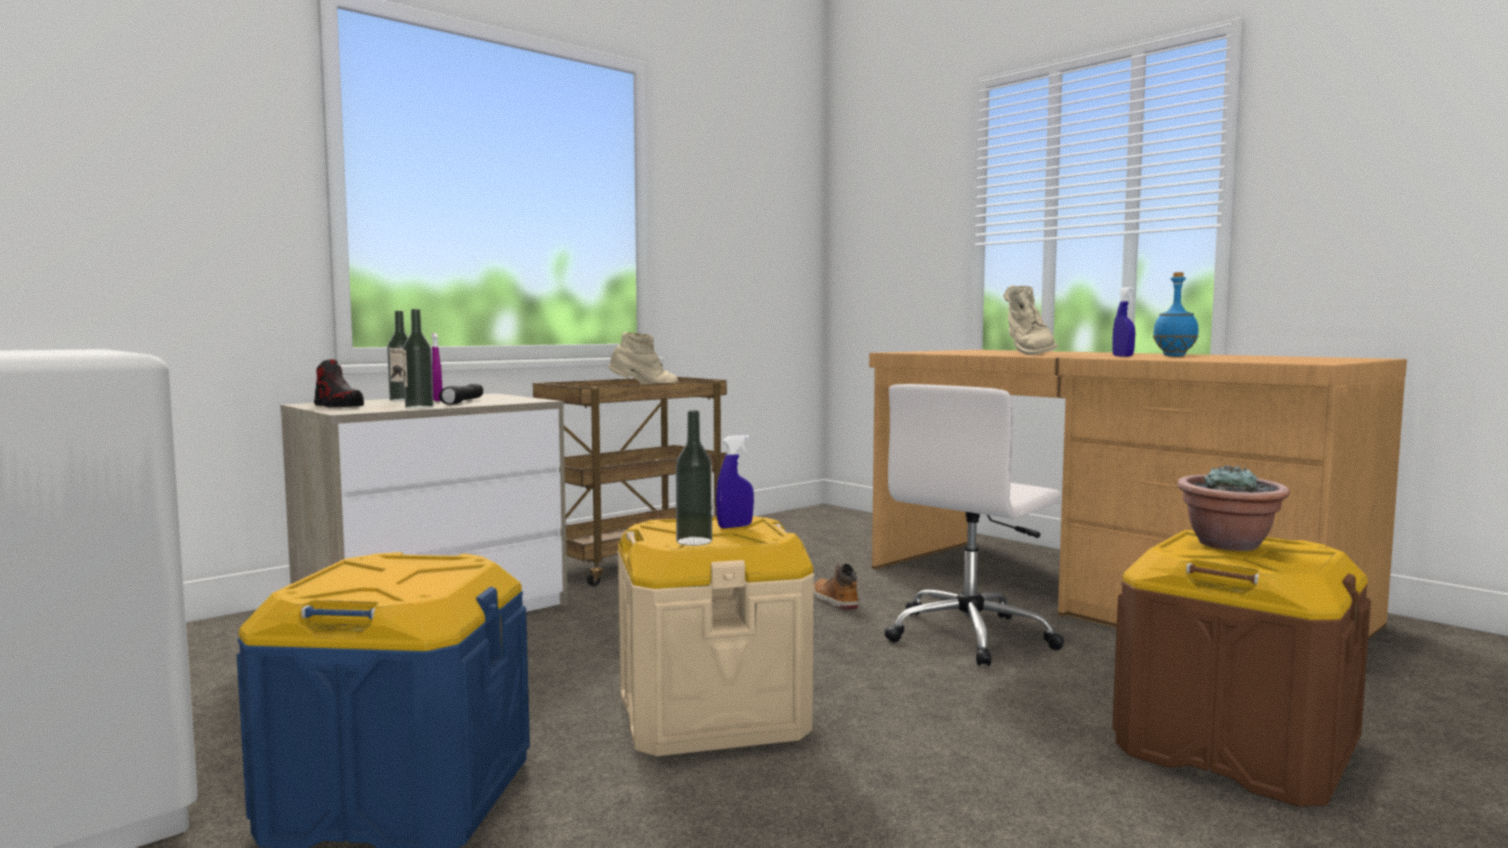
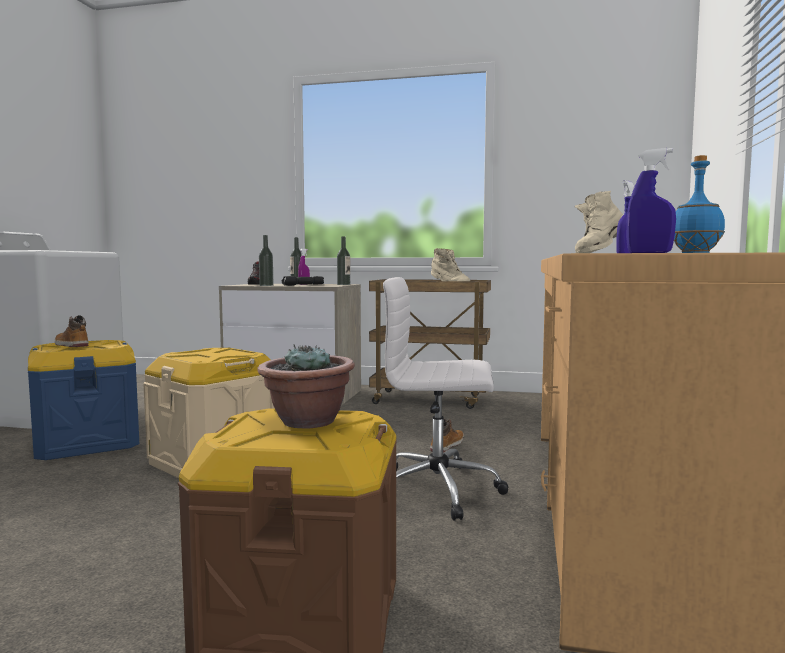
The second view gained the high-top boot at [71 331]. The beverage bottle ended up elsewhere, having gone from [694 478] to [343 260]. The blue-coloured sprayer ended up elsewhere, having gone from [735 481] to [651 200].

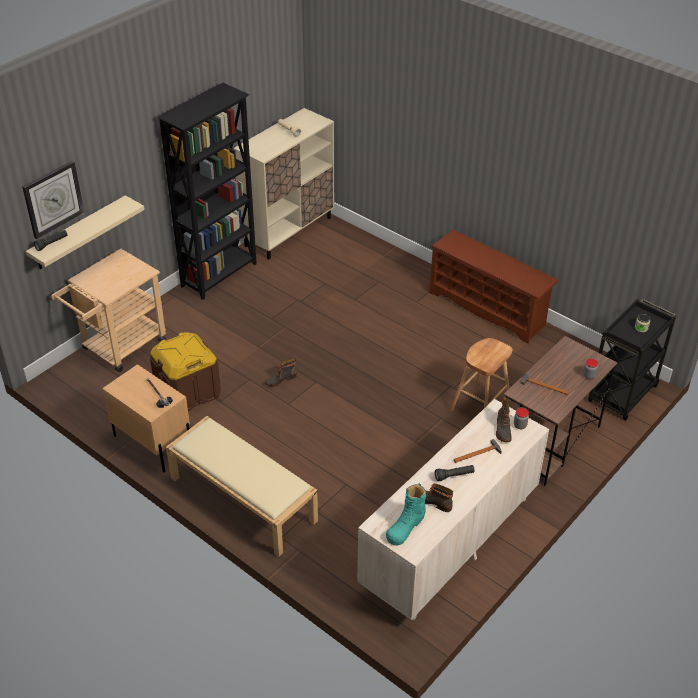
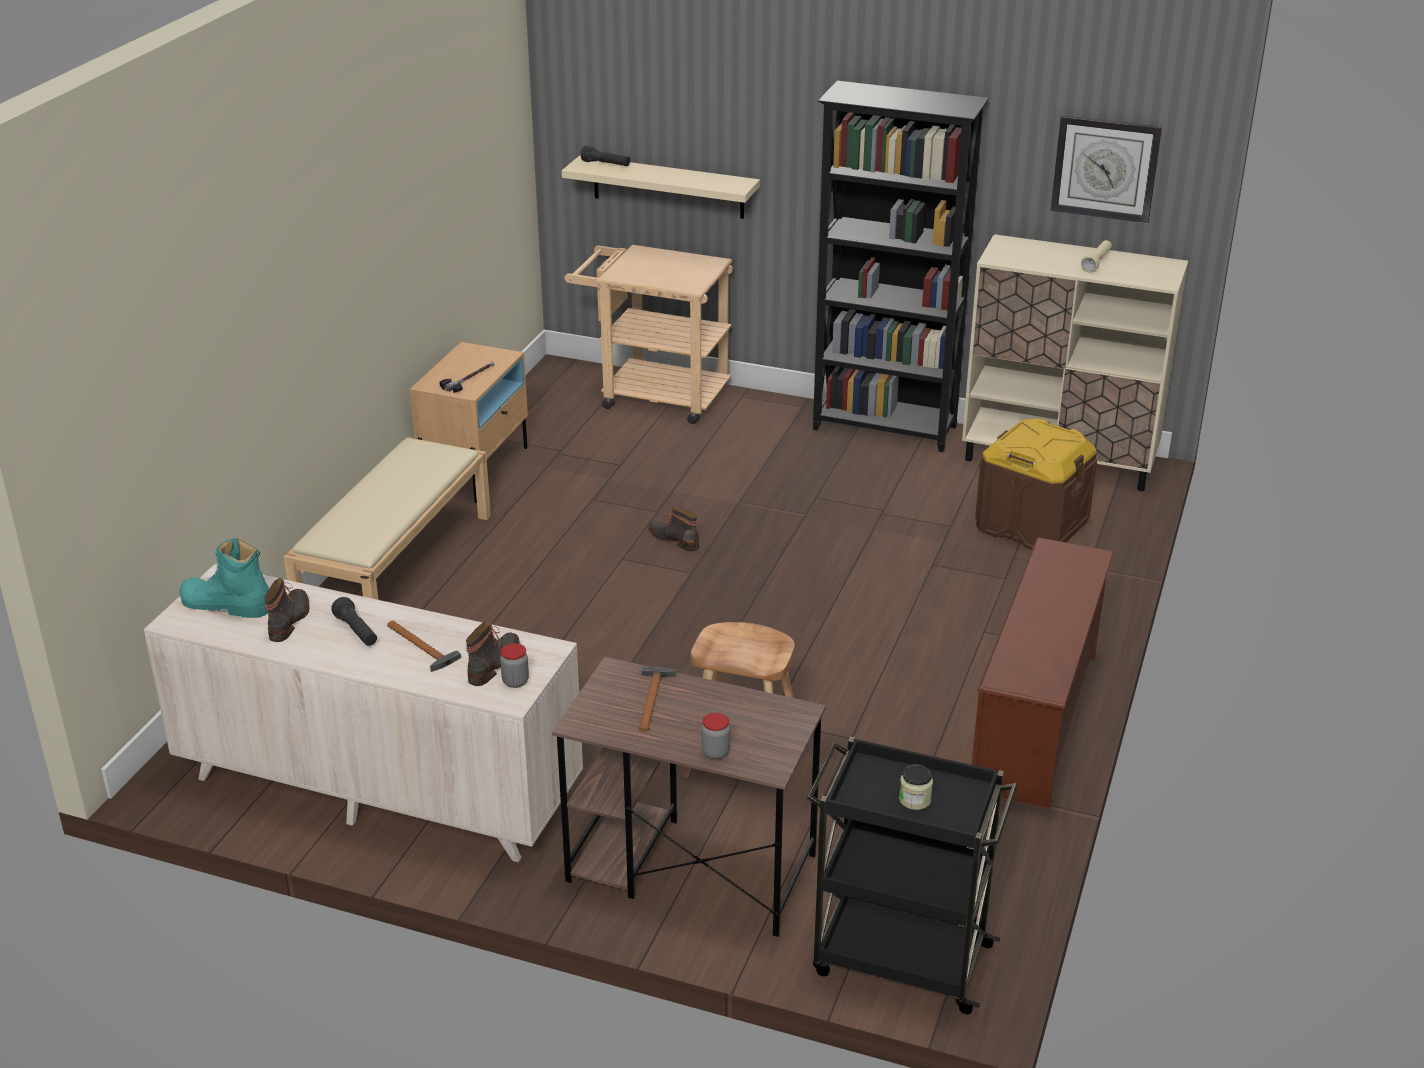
The high-top boot at [504 419] ended up facing another way, 135 degrees clockwise from before. The brown storage container ended up elsewhere, having gone from [185 371] to [1036 484]. The hanging clock ended up elsewhere, having gone from [53 200] to [1106 169].

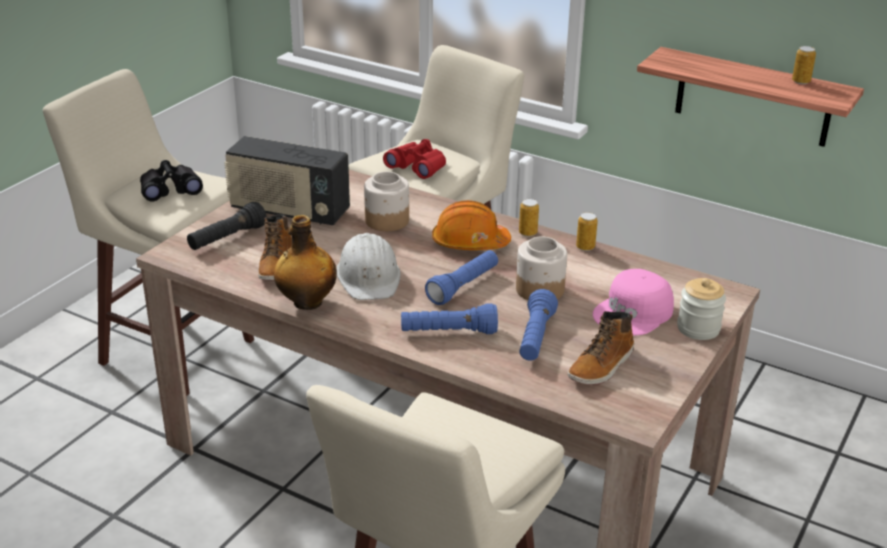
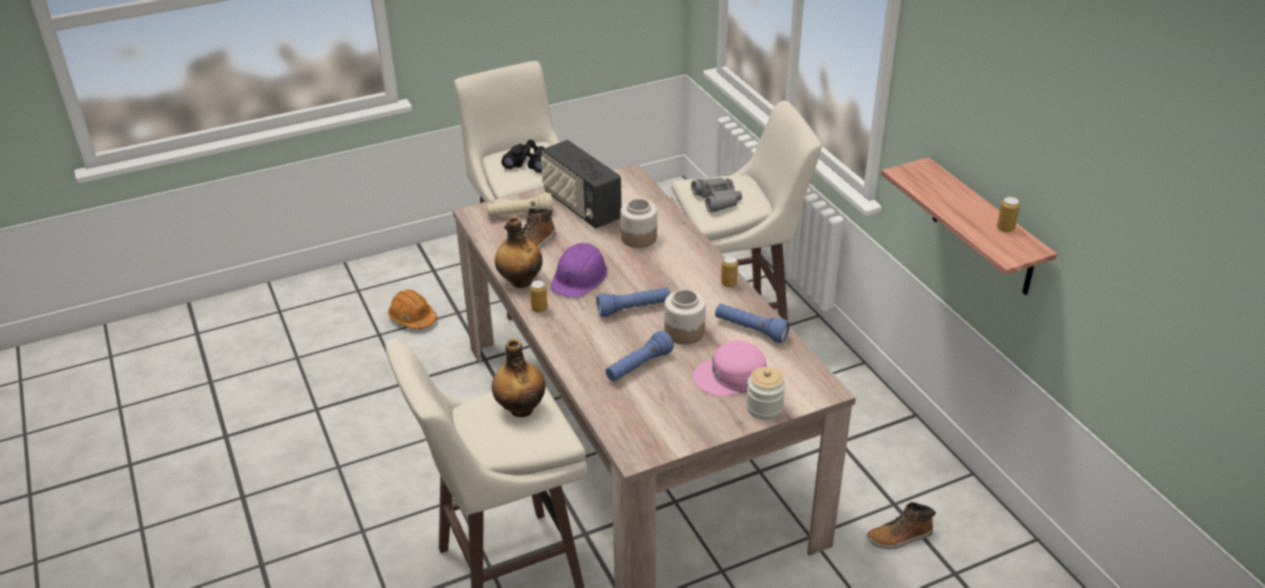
The orange work helmet ended up elsewhere, having gone from [471 225] to [412 309]. What was the black hand torch at [227 226] turned into the beige hand torch at [520 204]. The second view gained the beverage bottle at [518 378]. The can ended up elsewhere, having gone from [587 231] to [539 296]. What was the white-coloured work helmet at [368 266] turned into the purple-coloured work helmet at [579 270]. What was the red pair of binoculars at [414 159] turned into the gray pair of binoculars at [716 195]. The blue-coloured hand torch ended up elsewhere, having gone from [449 318] to [752 323]. The high-top boot ended up elsewhere, having gone from [601 348] to [901 525].

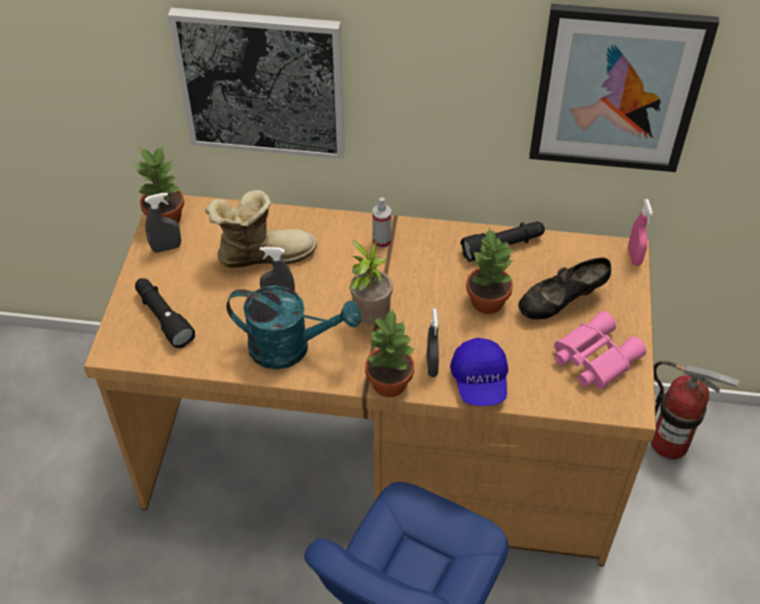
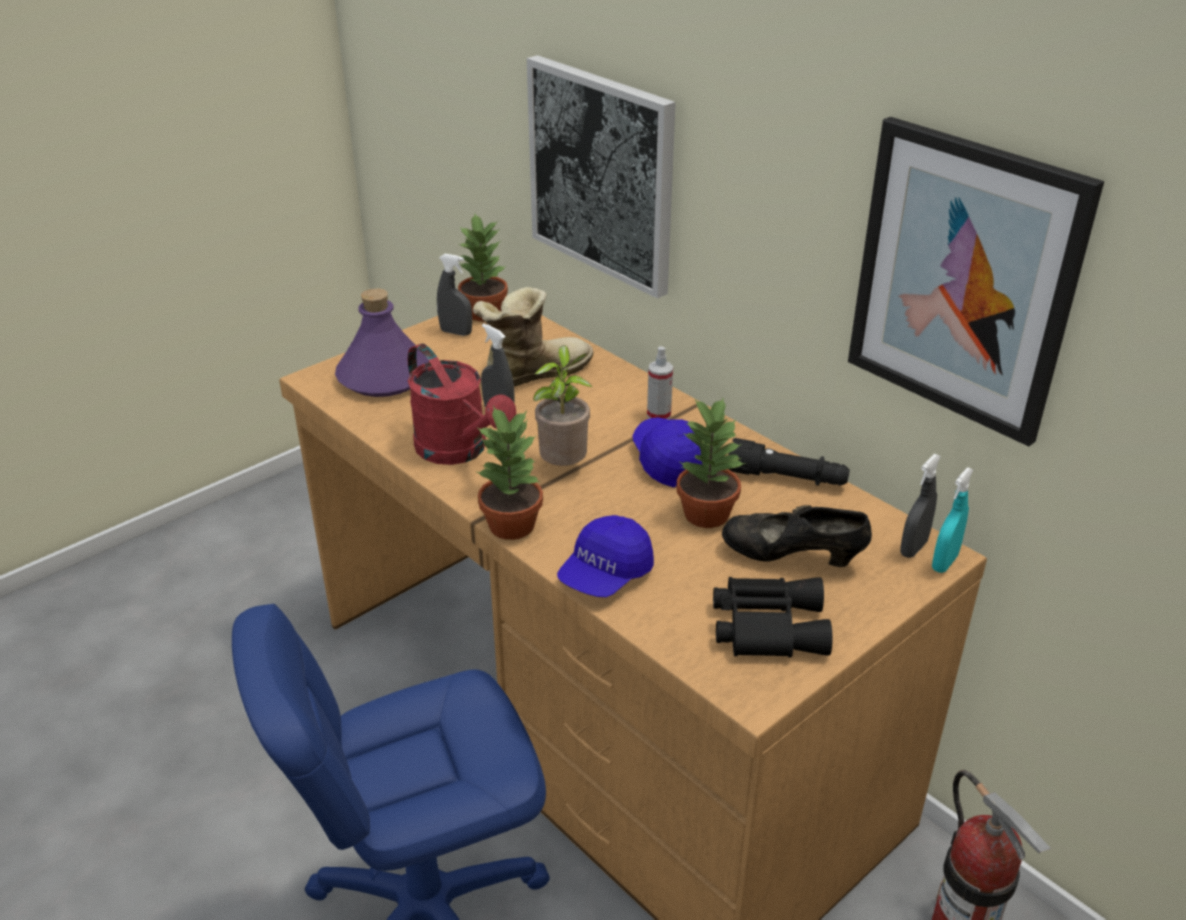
Where the black hand torch stood at [165 313], the purple-coloured beverage bottle came to stand at [382 342]. What was the blue-green watering pot at [293 327] turned into the red watering pot at [462 404]. The high-top boot at [261 229] ended up facing another way, 60 degrees counterclockwise from before. The second view gained the blue-coloured baseball cap at [668 452]. What was the pinkish pair of binoculars at [600 350] turned into the black pair of binoculars at [773 617]. The gray sprayer ended up elsewhere, having gone from [433 343] to [920 506]. What was the pinkish sprayer at [640 232] turned into the blue-green sprayer at [952 520].

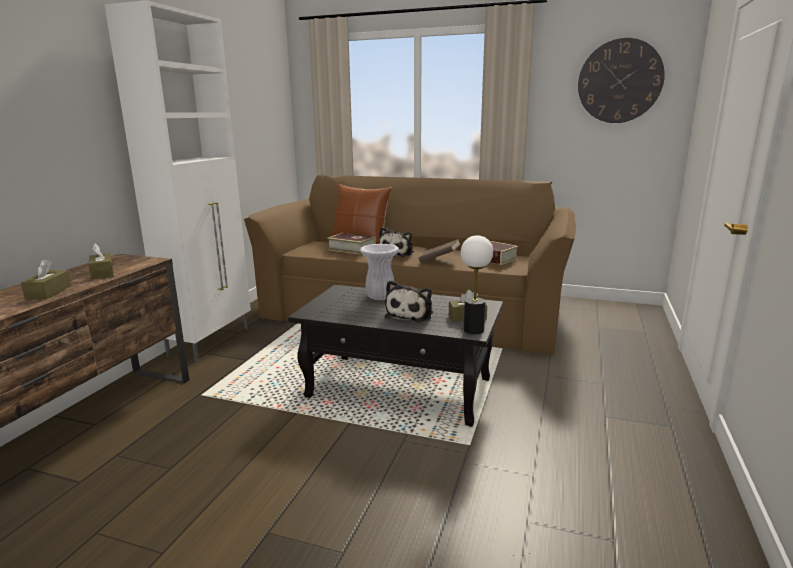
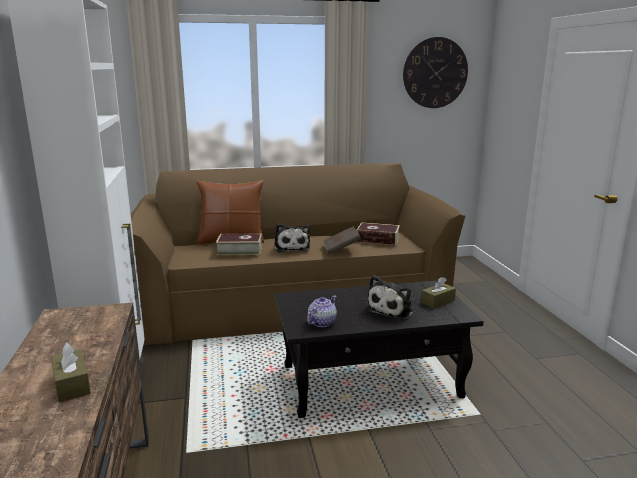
The second view gained the tea pot at [322 311]. The cuddly toy at [409 301] ended up facing another way, 45 degrees clockwise from before. The second view lost the brown box of tissues at [100 261]. The second view lost the white-coloured flower vase at [379 272]. The second view lost the lamp for a table at [477 284].

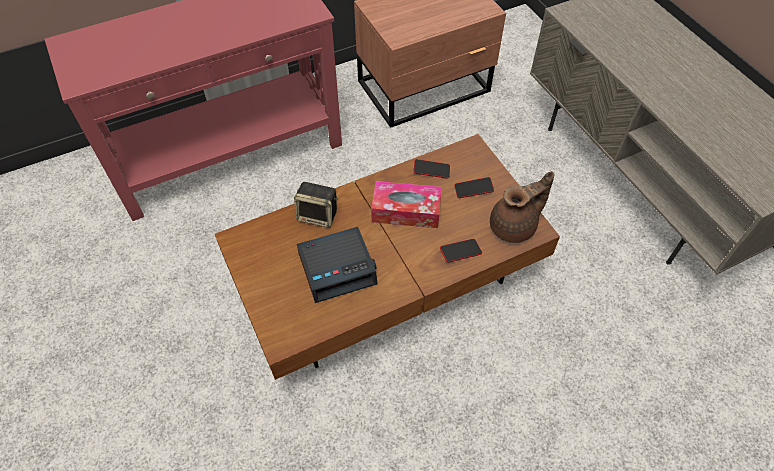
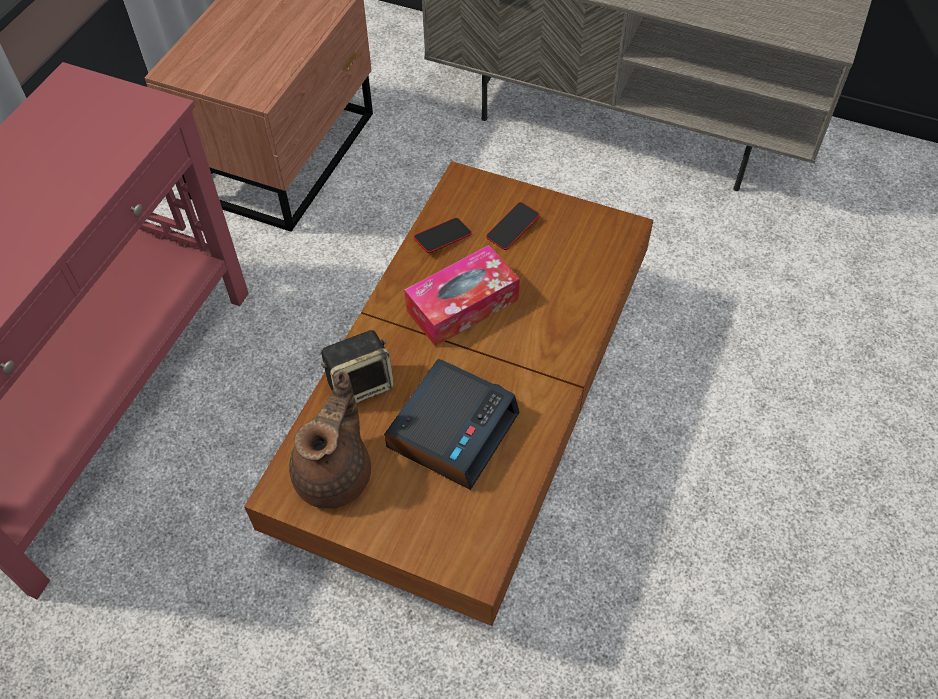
The brown tea pot ended up elsewhere, having gone from [522 207] to [330 440]. The second view lost the telephone at [461 250].

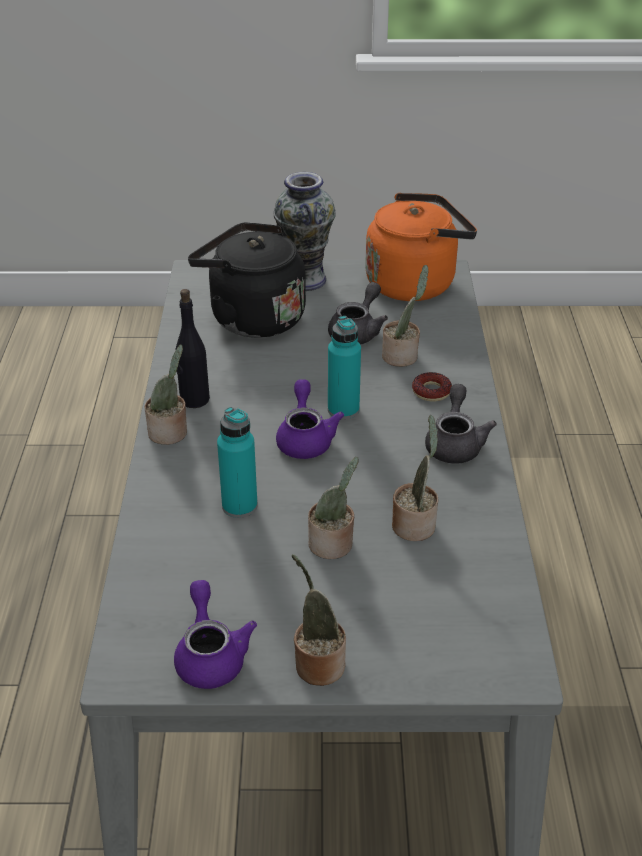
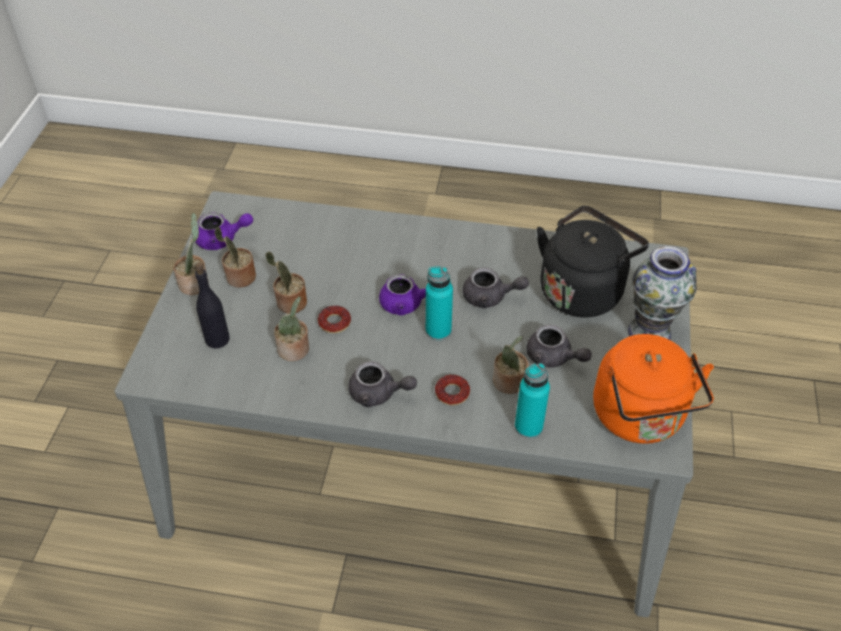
The black beverage bottle ended up elsewhere, having gone from [192 348] to [212 306]. The houseplant ended up elsewhere, having gone from [166 395] to [235 257]. The second view gained the donut at [334 319]. The second view gained the gray tea pot at [496 288]. The blue-green beverage bottle ended up elsewhere, having gone from [237 462] to [532 401].

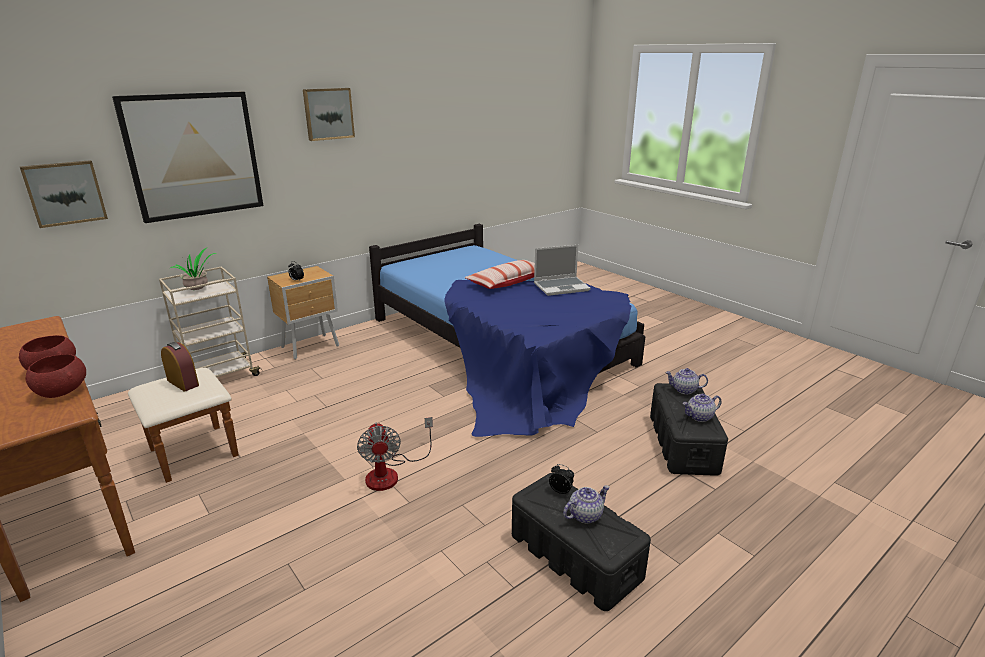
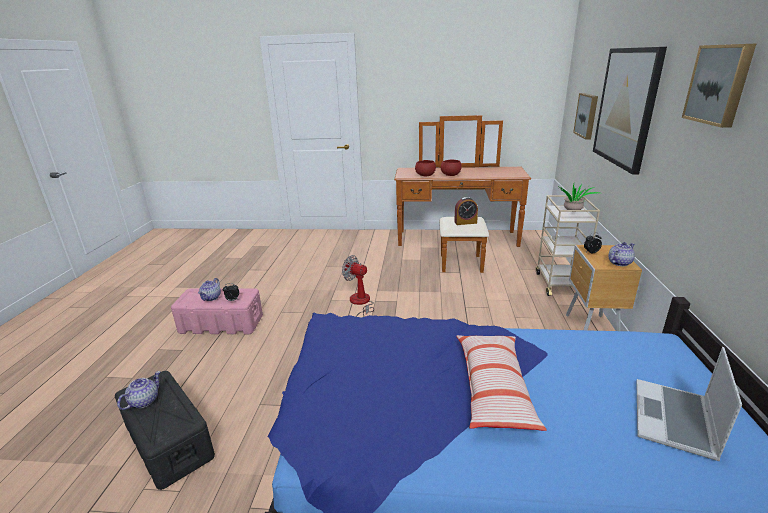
What was the black storage container at [581 542] turned into the pinkish storage container at [217 311]. The tea pot ended up elsewhere, having gone from [686 381] to [621 254]. The notebook computer ended up elsewhere, having gone from [562 270] to [689 404].

